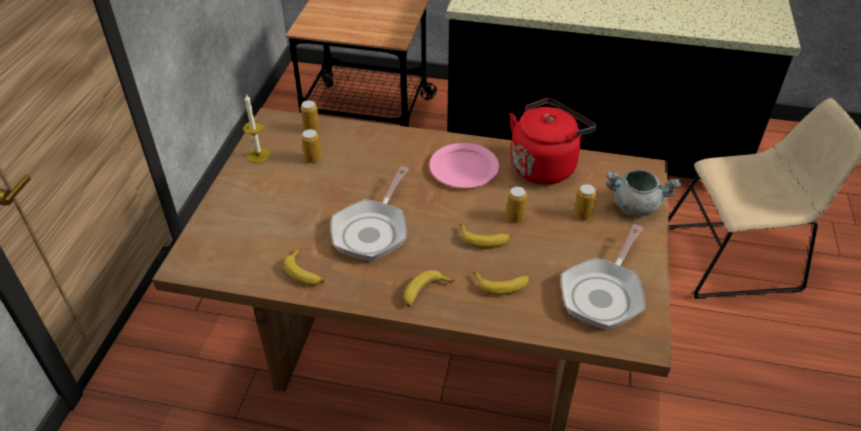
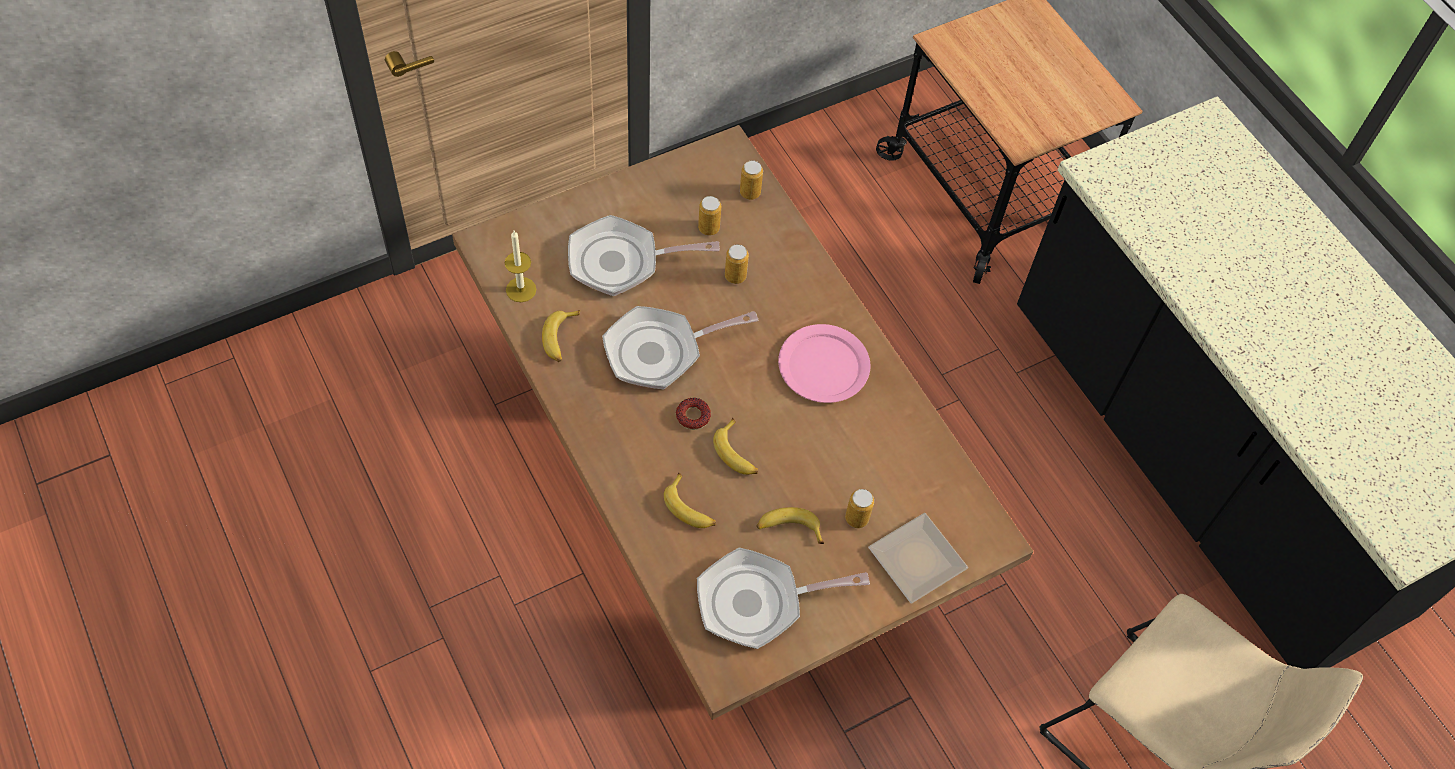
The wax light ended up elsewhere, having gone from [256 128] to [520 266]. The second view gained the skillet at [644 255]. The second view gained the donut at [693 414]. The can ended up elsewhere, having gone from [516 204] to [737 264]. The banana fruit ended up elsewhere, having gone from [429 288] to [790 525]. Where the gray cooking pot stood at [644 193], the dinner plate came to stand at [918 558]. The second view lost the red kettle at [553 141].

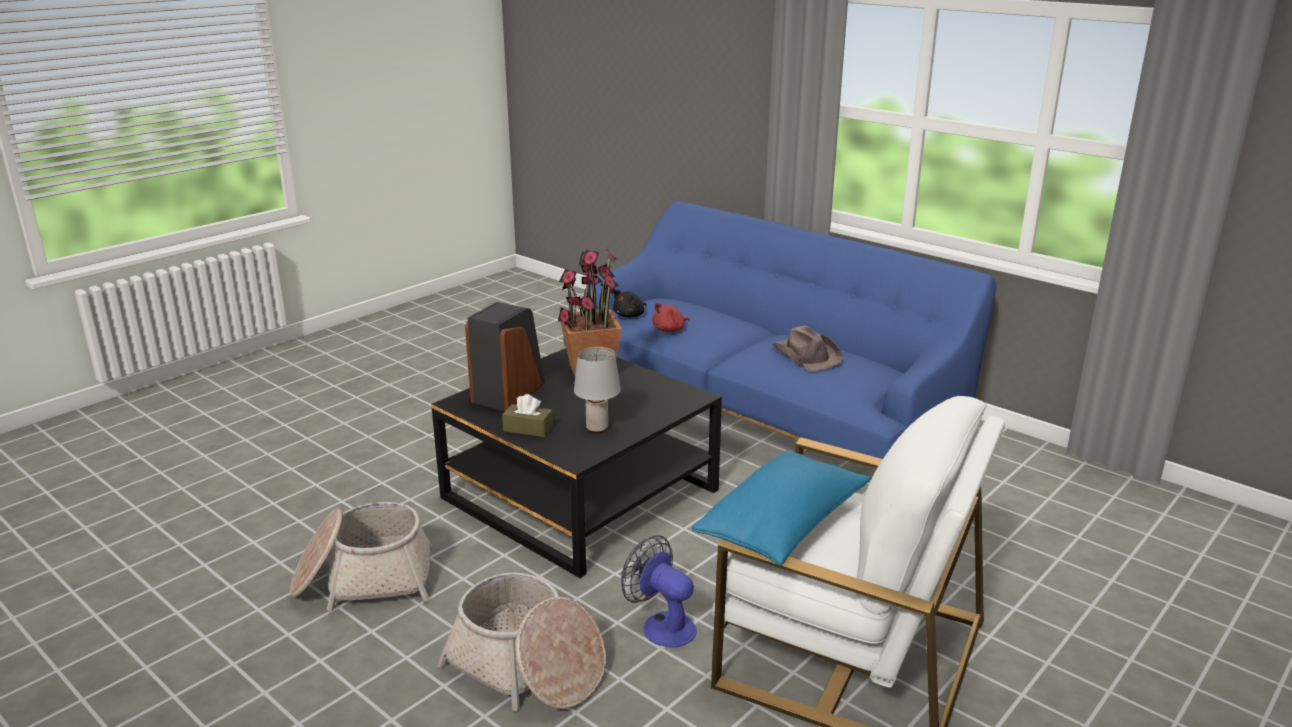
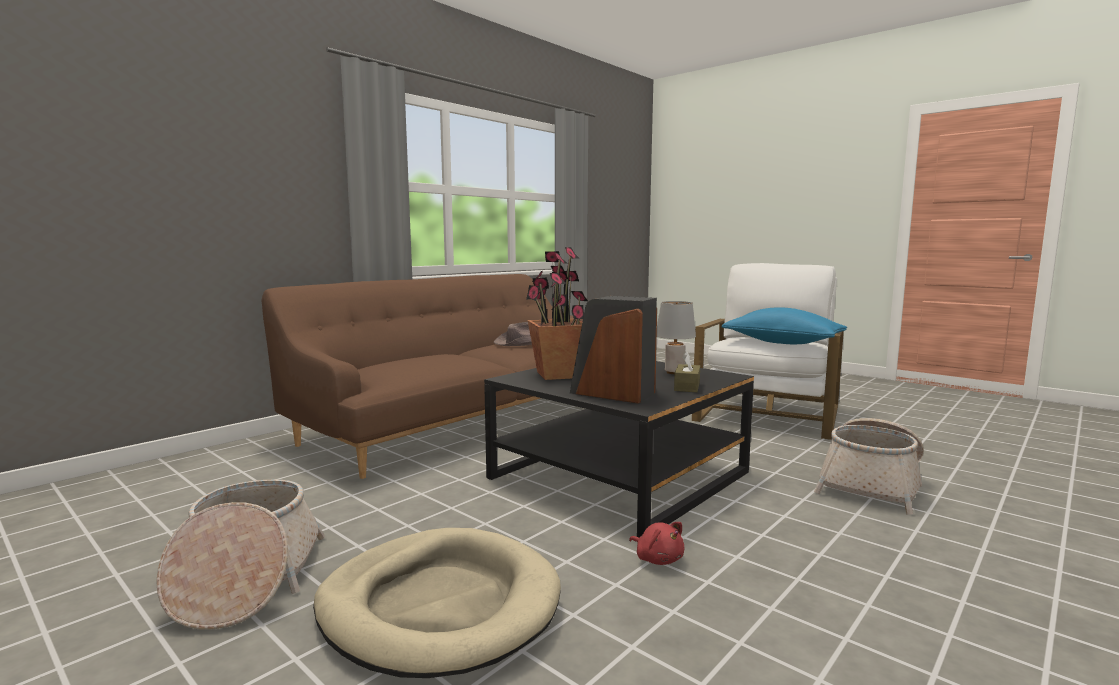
The storage basket ended up elsewhere, having gone from [361 556] to [240 554]. What was the blue-coloured sofa at [779 337] turned into the brown sofa at [422 376]. The second view gained the beige pet bed at [437 603]. The red cuddly toy ended up elsewhere, having gone from [671 317] to [656 543]. The second view lost the black cuddly toy at [629 304]. The second view lost the fan at [659 591].

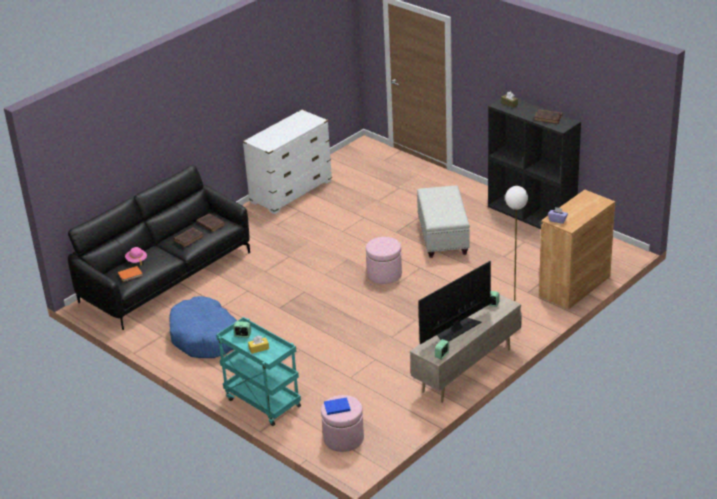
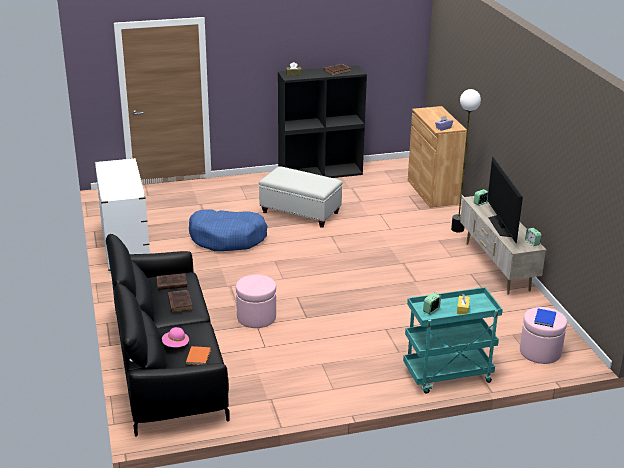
The blue-coloured pet bed ended up elsewhere, having gone from [203 327] to [228 230]. The pinkish footrest ended up elsewhere, having gone from [384 260] to [256 301].

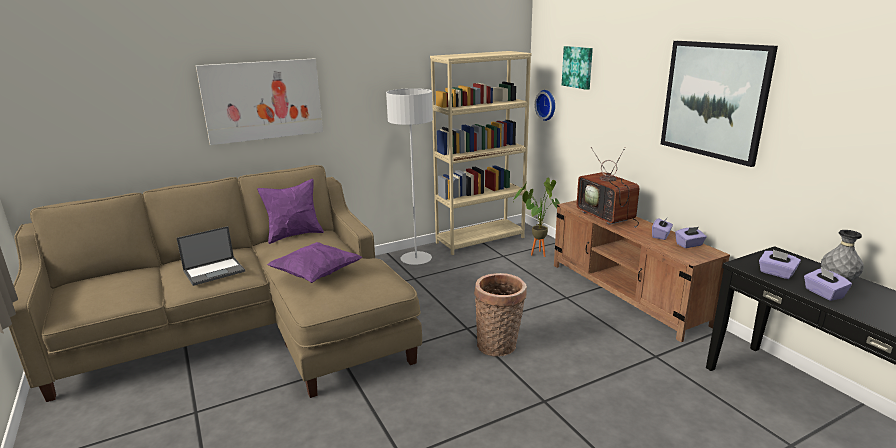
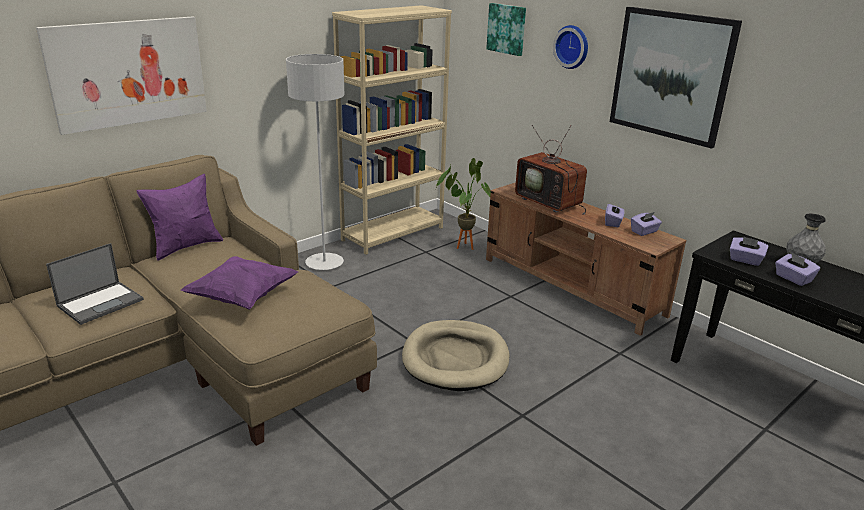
Where the storage basket stood at [500 314], the beige pet bed came to stand at [455 355]. The hanging clock ended up elsewhere, having gone from [545 105] to [570 47].

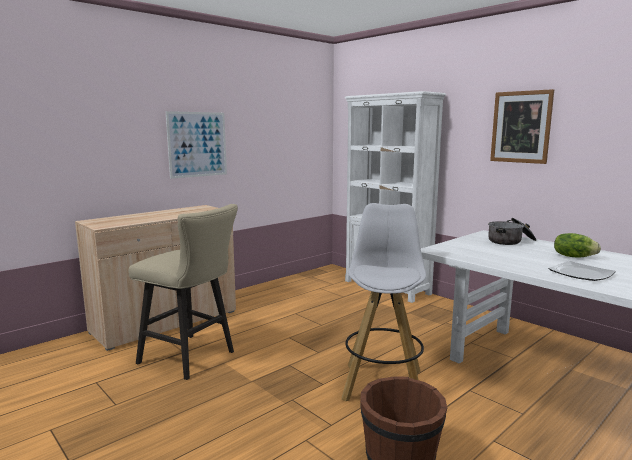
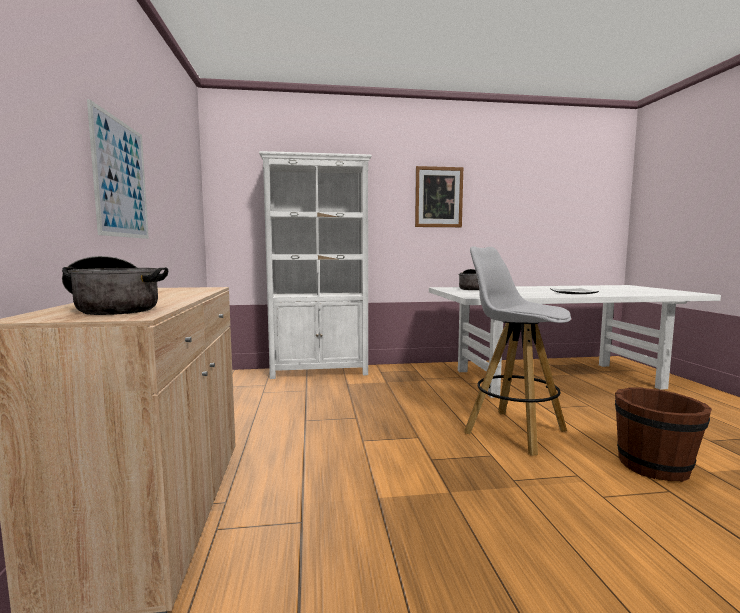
The second view gained the cooking pot at [115 285]. The second view lost the beige stool at [183 292]. The second view lost the lettuce head at [577 245].

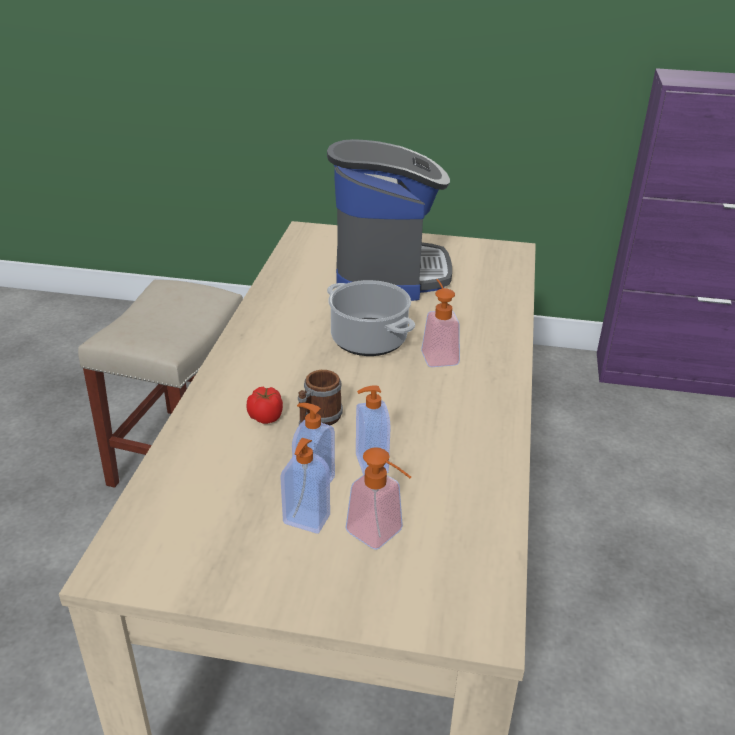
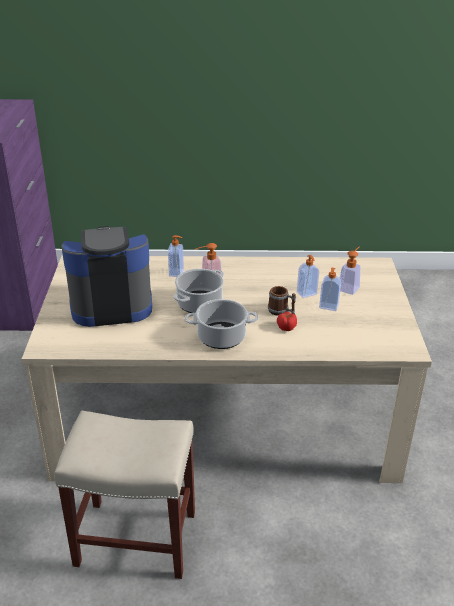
The soap dispenser ended up elsewhere, having gone from [305 485] to [176 256]. The second view gained the cooking pot at [221 324].

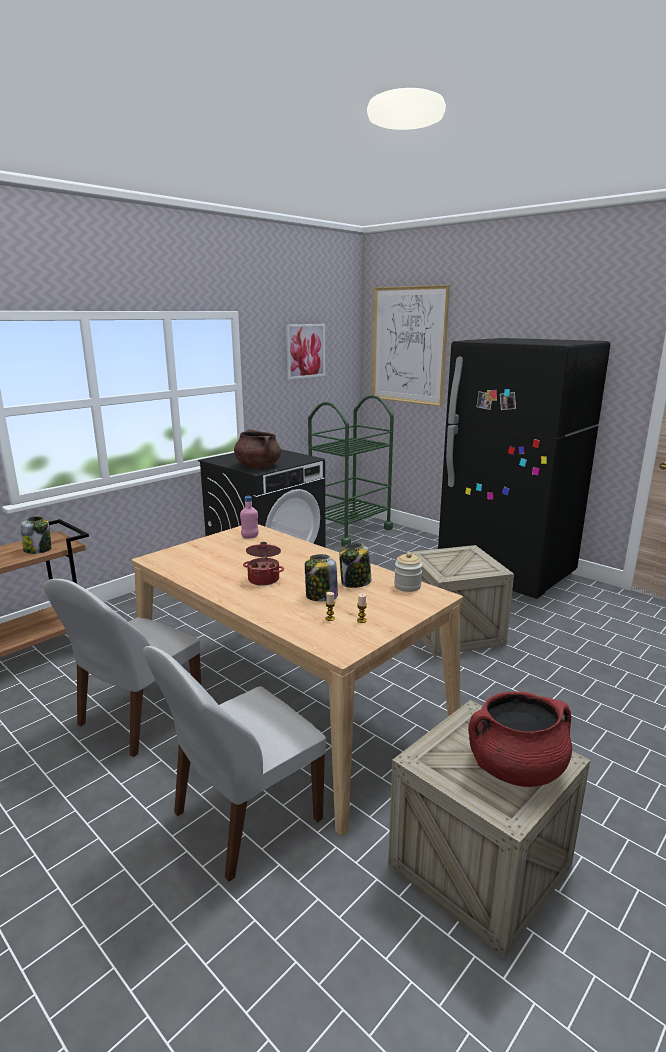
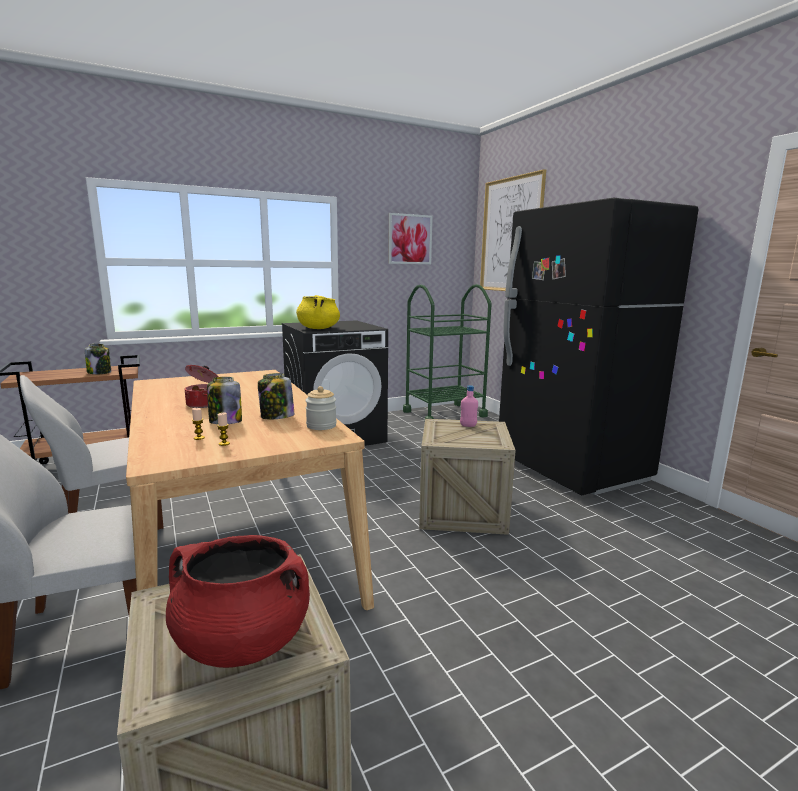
What was the brown cooking pot at [257 448] turned into the yellowish cooking pot at [318 312]. The pinkish beverage bottle ended up elsewhere, having gone from [249 517] to [469 406].

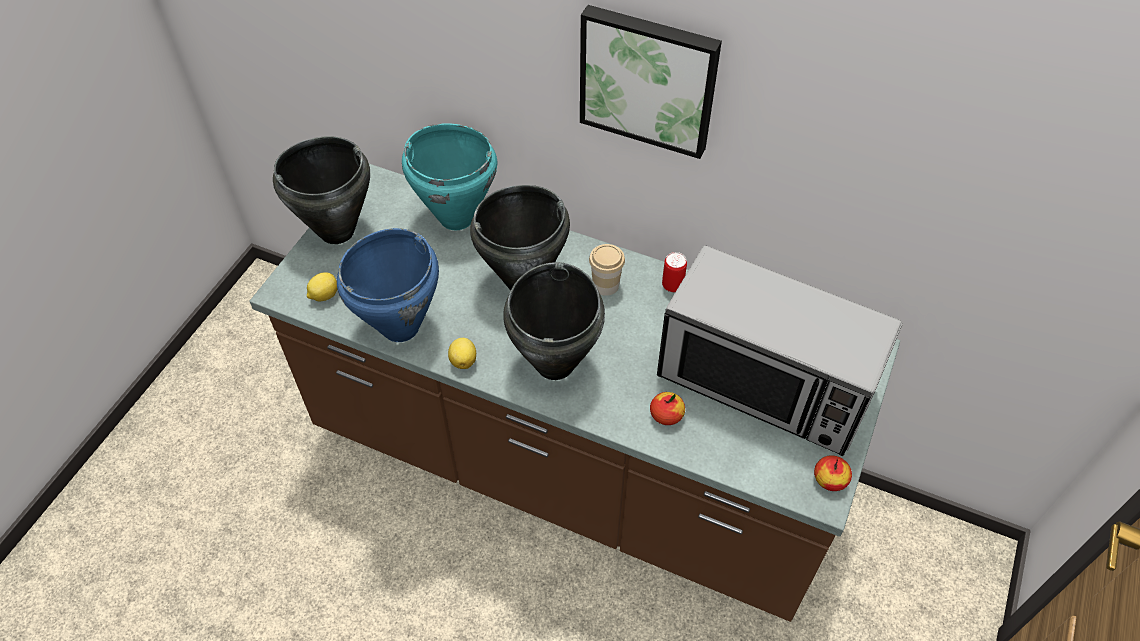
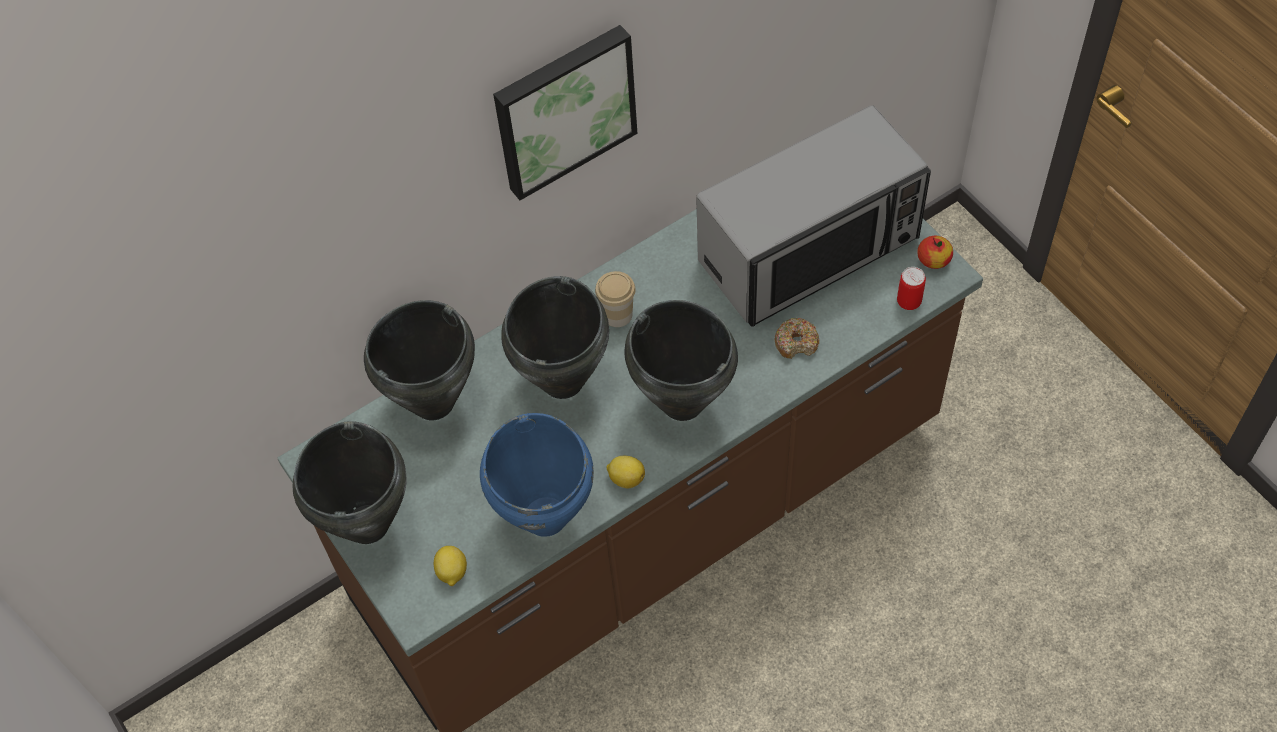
What was the blue-green cooking pot at [449 177] turned into the black cooking pot at [419 360]. Where the apple stood at [667 408], the donut came to stand at [796 338]. The can ended up elsewhere, having gone from [674 272] to [911 288].

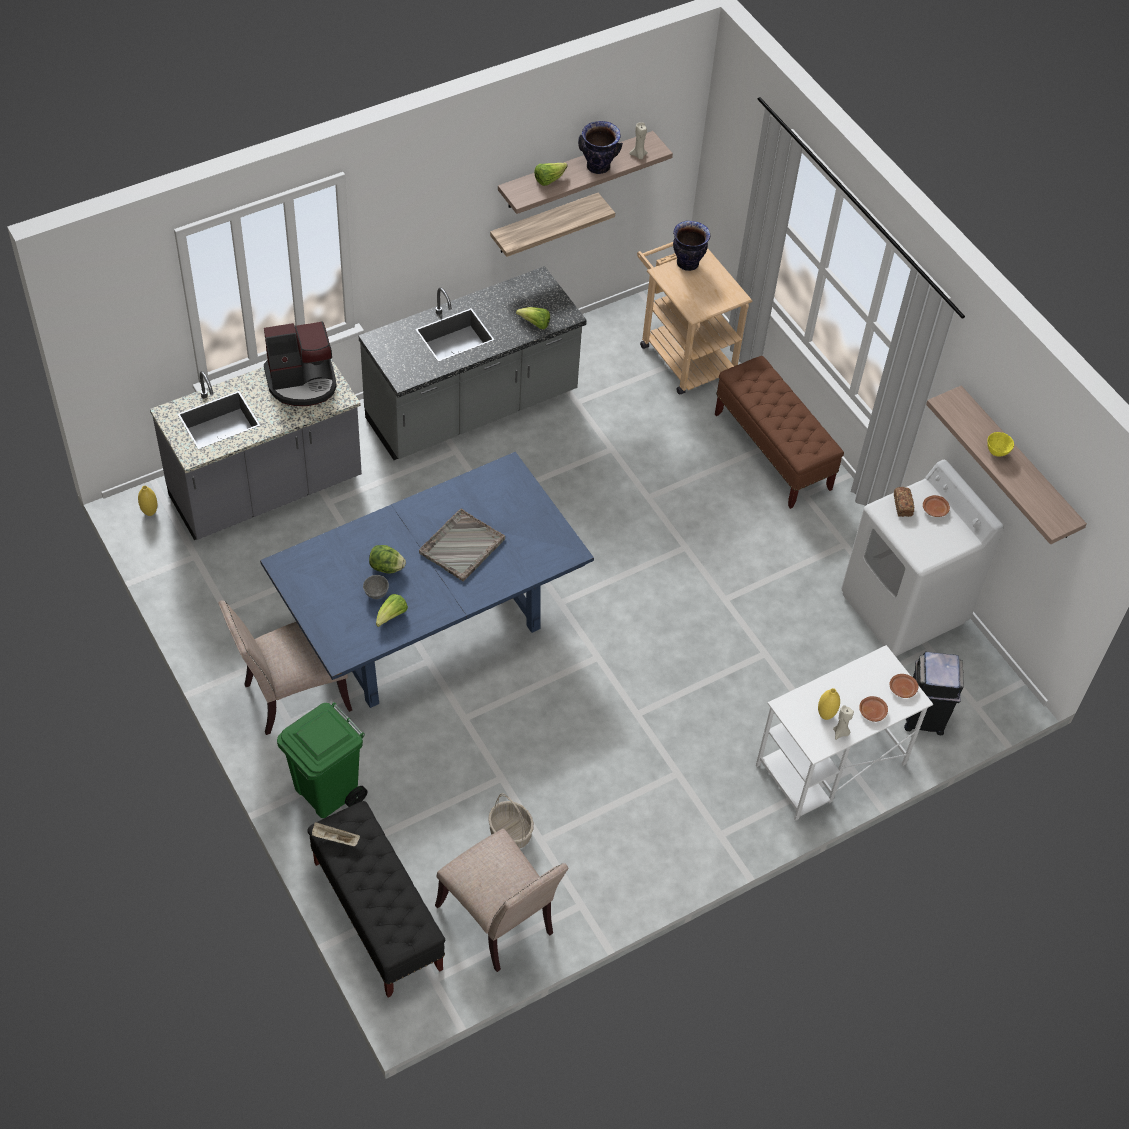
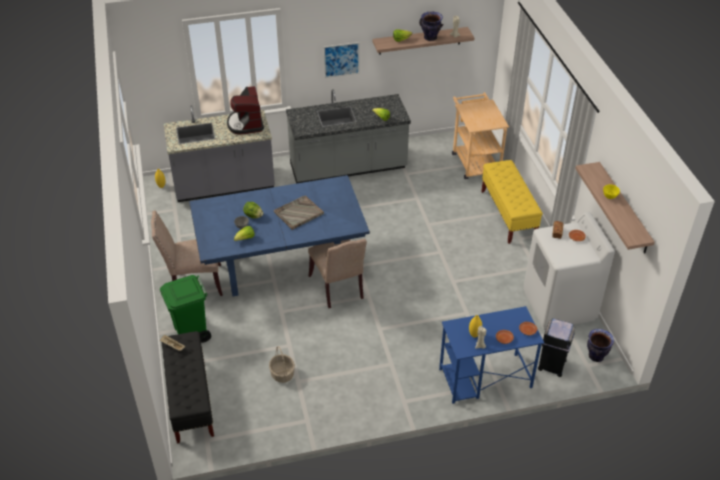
The coffee brewer at [300 363] ended up facing another way, 75 degrees clockwise from before. The beige chair ended up elsewhere, having gone from [502 900] to [337 273]. The second view gained the picture at [342 60]. What was the white-coloured desk unit at [844 733] turned into the blue-coloured desk unit at [491 355]. What was the brown bench at [779 432] turned into the yellowish bench at [512 202]. The flower vase ended up elsewhere, having gone from [691 246] to [600 345]. The second view lost the wall shelf at [552 225].

